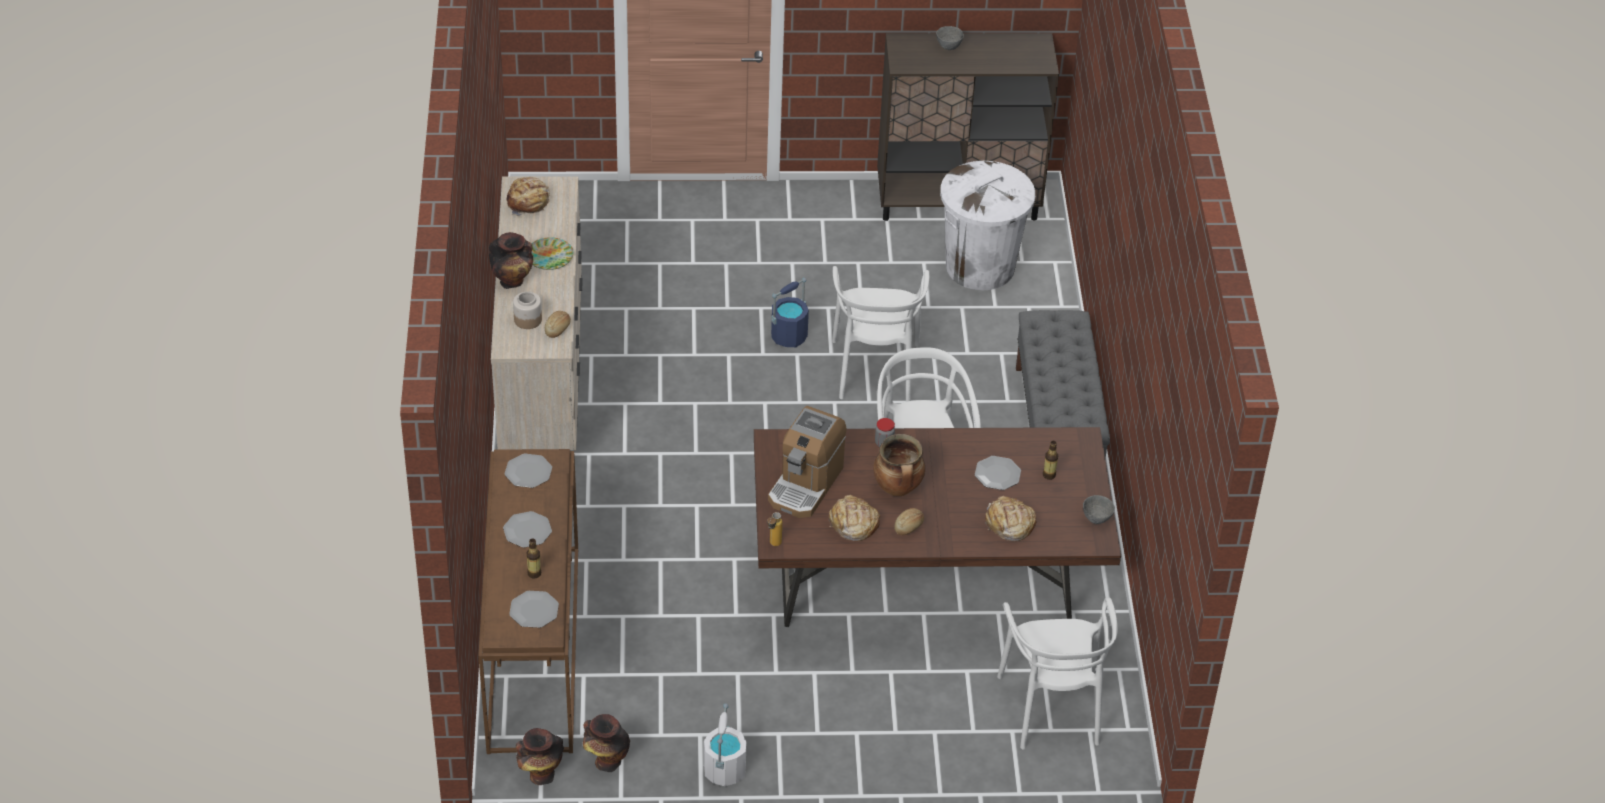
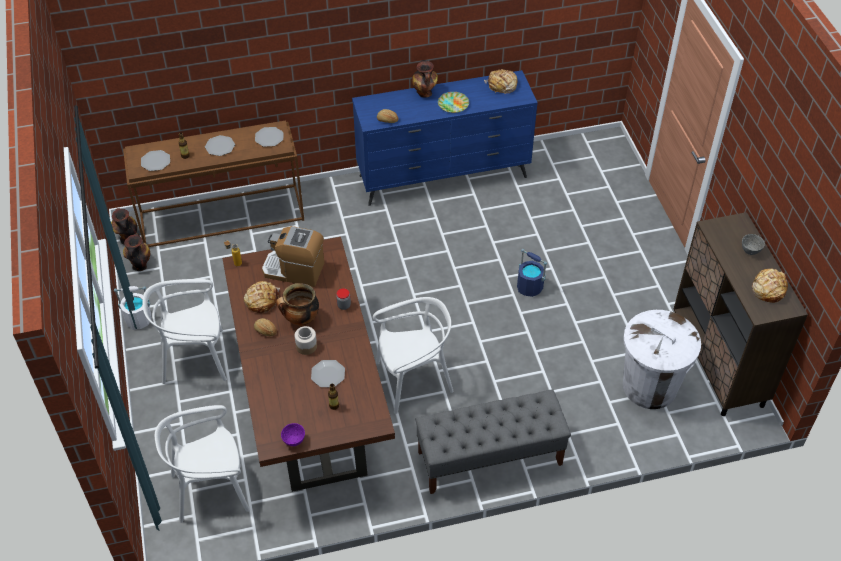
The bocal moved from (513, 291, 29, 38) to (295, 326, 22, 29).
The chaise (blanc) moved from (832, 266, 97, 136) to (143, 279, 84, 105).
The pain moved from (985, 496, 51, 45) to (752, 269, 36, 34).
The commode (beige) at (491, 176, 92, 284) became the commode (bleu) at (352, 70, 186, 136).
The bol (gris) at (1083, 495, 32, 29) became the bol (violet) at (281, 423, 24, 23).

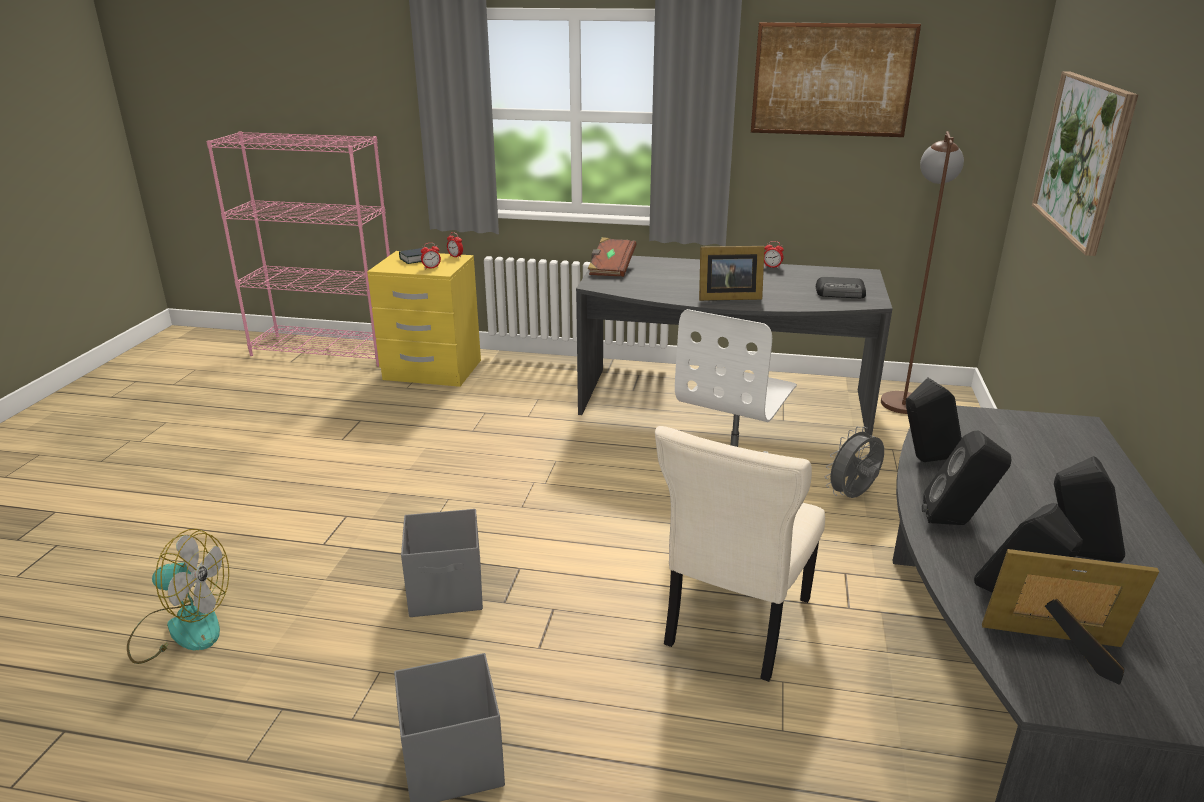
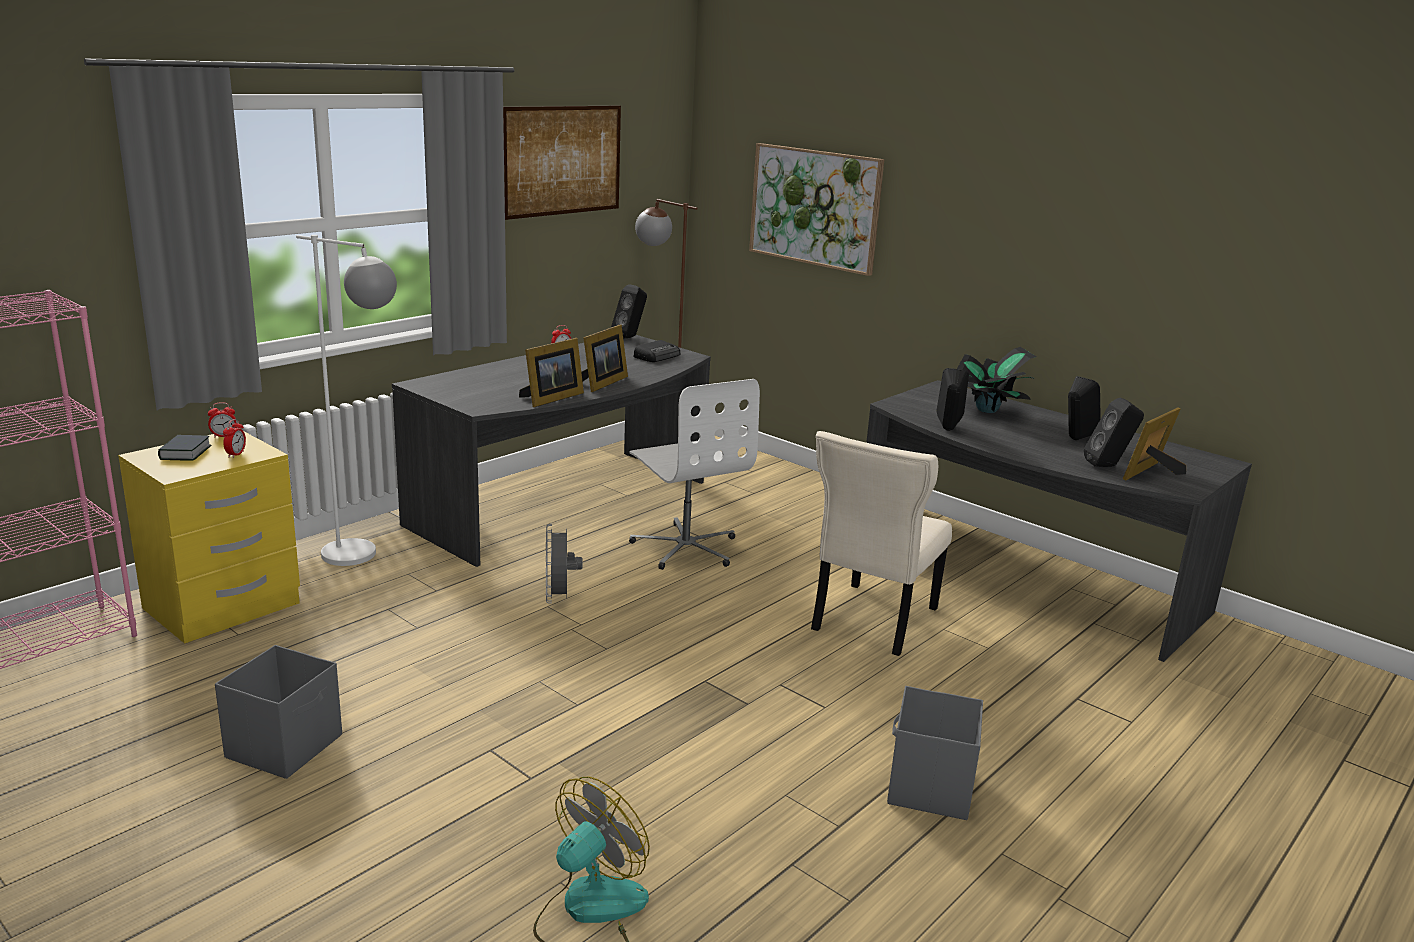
The livre (marron) at (588, 237, 48, 40) disappeared.
The lampadaire (blanc) at (296, 235, 101, 331) appeared.
The cadre photo at (519, 338, 65, 69) appeared.
The plante en pot at (957, 347, 80, 66) appeared.
The boîte de rangement (gris) moved from (401, 509, 82, 108) to (215, 645, 127, 134).
The ventilateur (gris) moved from (825, 426, 59, 72) to (546, 524, 37, 80).
The enceinte (noir) moved from (922, 430, 89, 95) to (611, 284, 36, 54).
The chaise (beige) at (655, 426, 170, 256) turned 60 degrees clockwise.

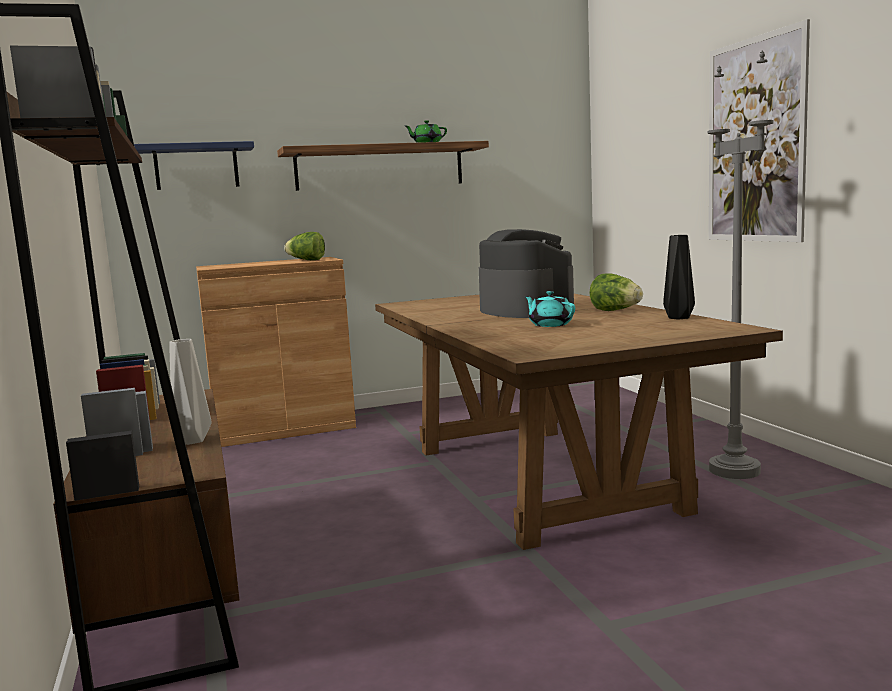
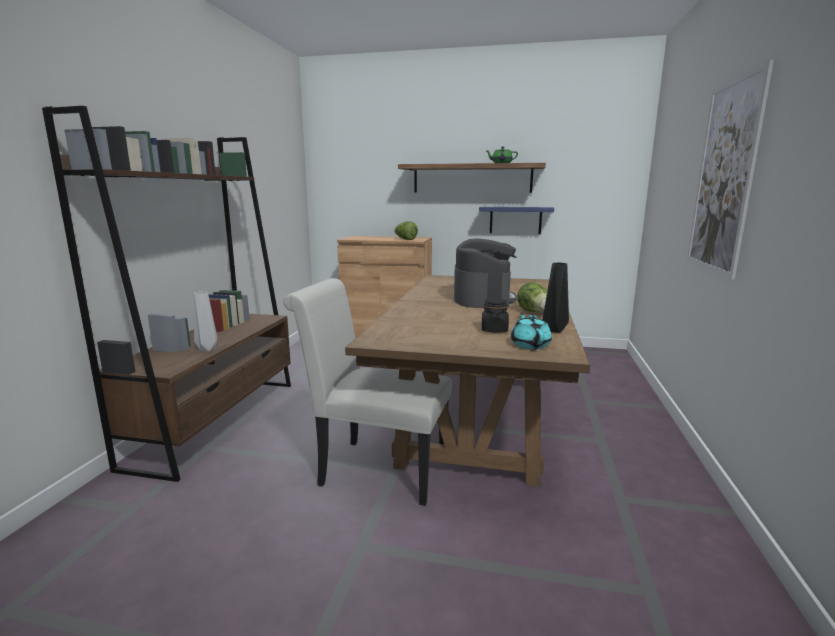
The lampadaire (gris) at (708, 51, 66, 428) disappeared.
The chaise (blanc) at (283, 278, 169, 228) appeared.
The bocal (noir) at (482, 298, 27, 35) appeared.
The étagère (bleu) moved from (134, 141, 120, 49) to (479, 207, 75, 27).
The théière (turquoise) moved from (525, 291, 50, 36) to (511, 313, 41, 36).

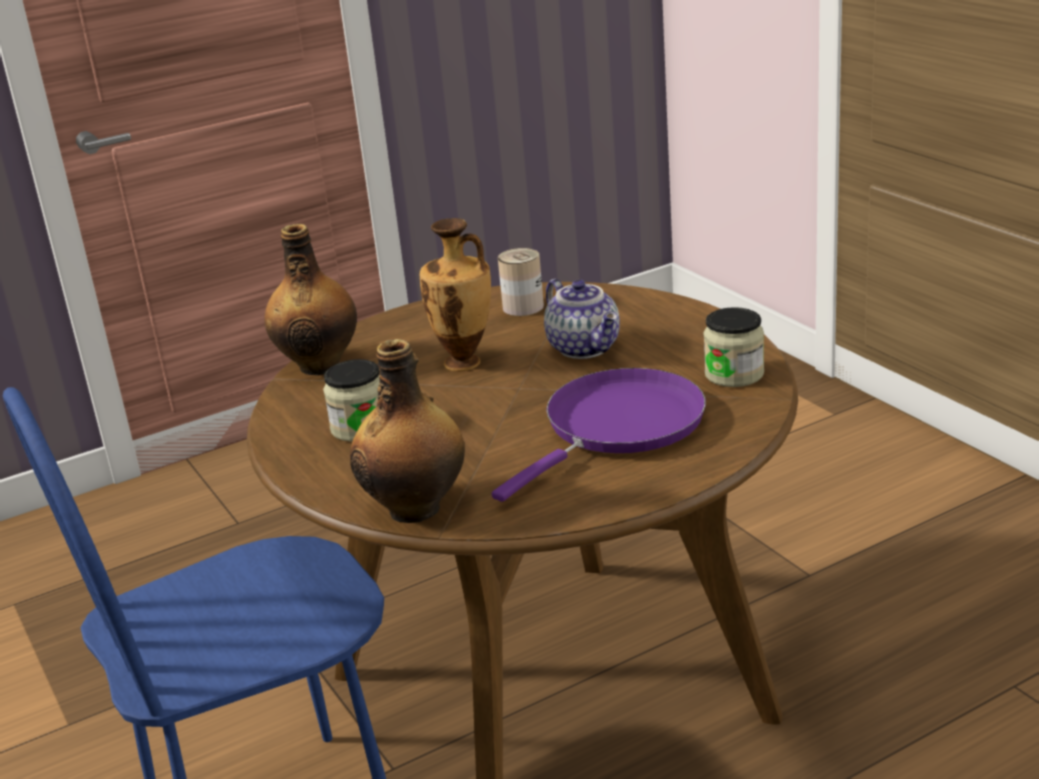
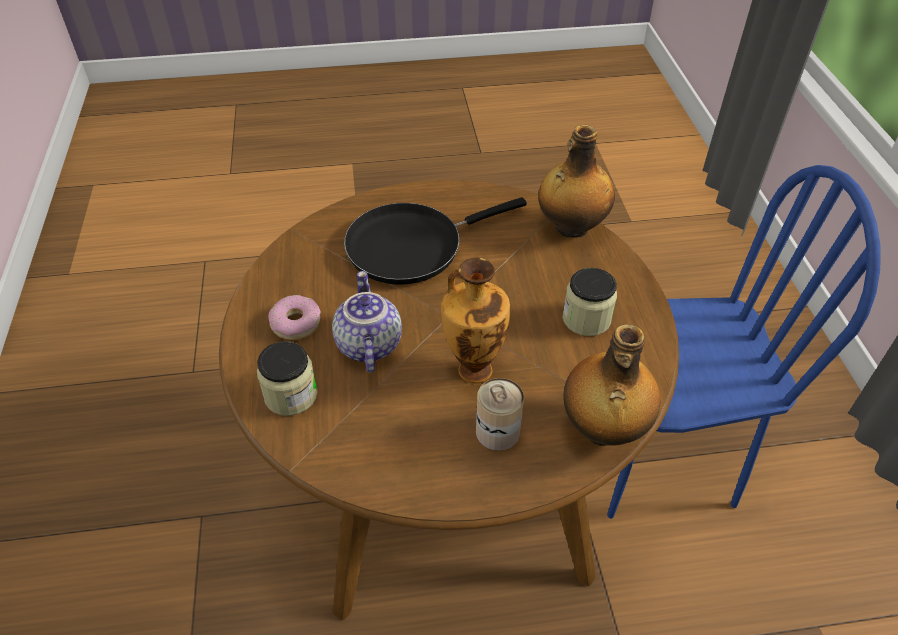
The beignet at (268, 295, 53, 45) appeared.
The boîte métallique moved from (498, 248, 46, 68) to (476, 378, 48, 73).
The bocal moved from (703, 307, 61, 80) to (257, 341, 60, 75).
The poêle (violet) at (492, 368, 214, 134) became the poêle (noir) at (344, 197, 183, 88).

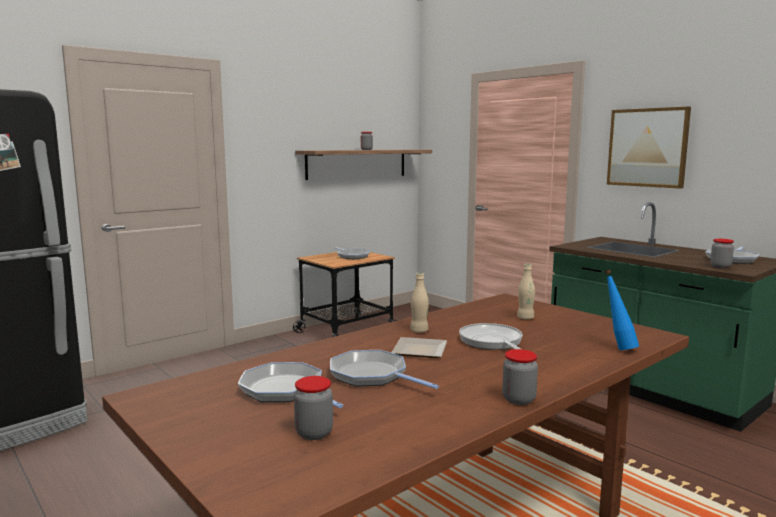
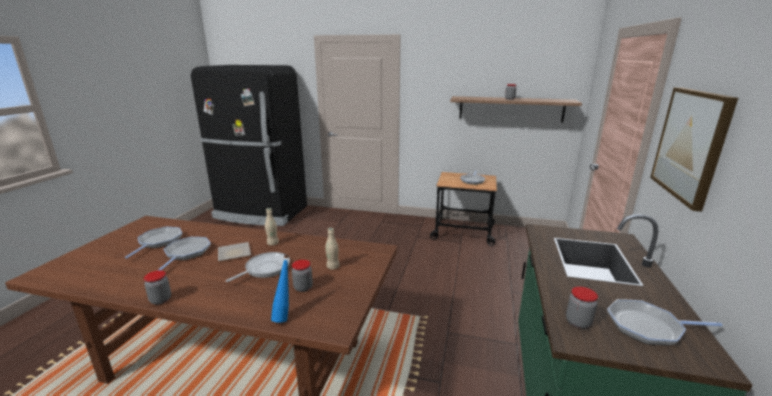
The bocal moved from (294, 376, 39, 64) to (292, 260, 21, 32).

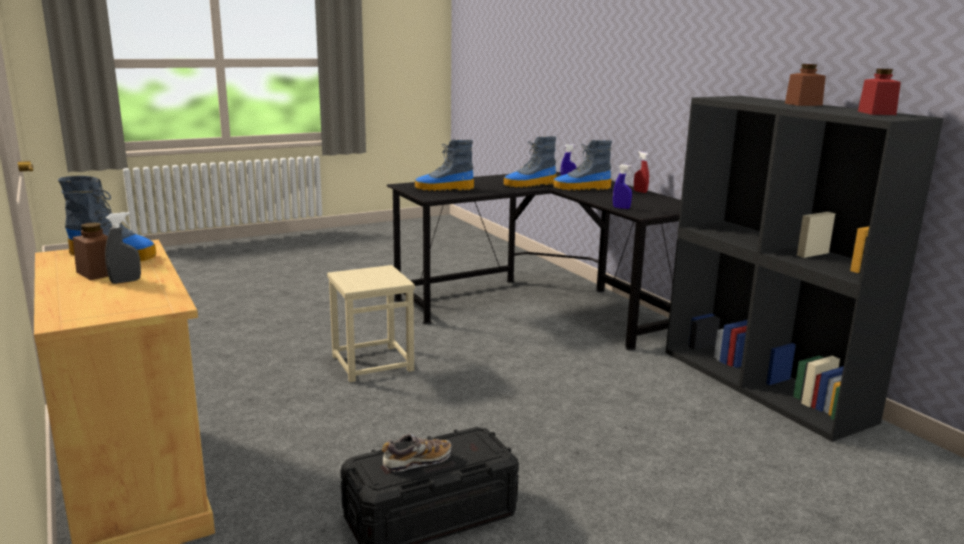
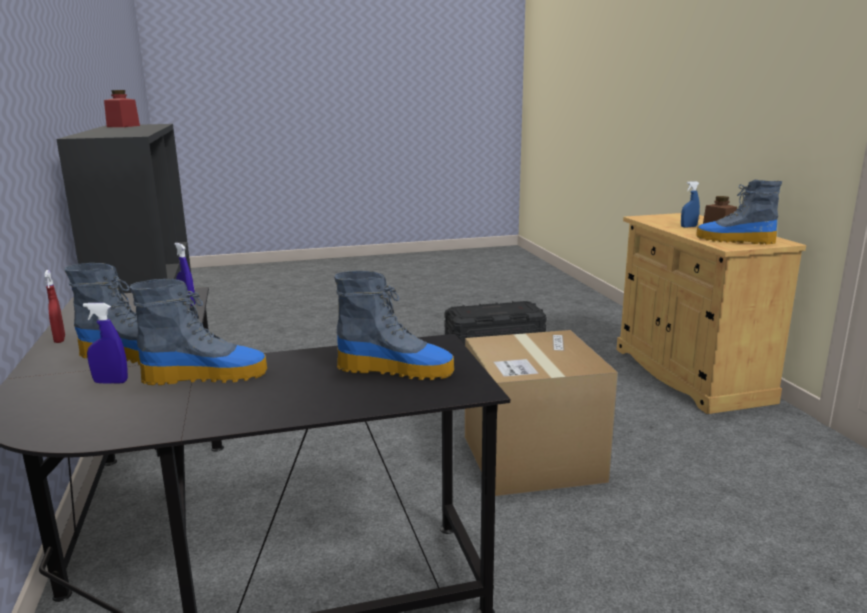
The chaussure at (382, 433, 70, 39) disappeared.
The bocal (marron) at (785, 64, 41, 42) disappeared.
The tabouret (beige) at (327, 265, 88, 117) was replaced by the carton at (465, 330, 153, 166).
The vaporisateur (gris) at (105, 212, 36, 72) became the vaporisateur (bleu) at (681, 181, 19, 46).

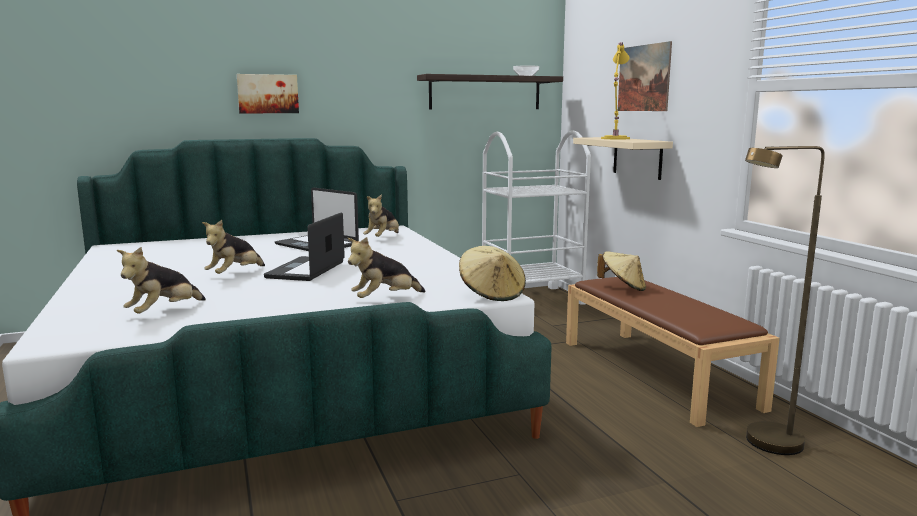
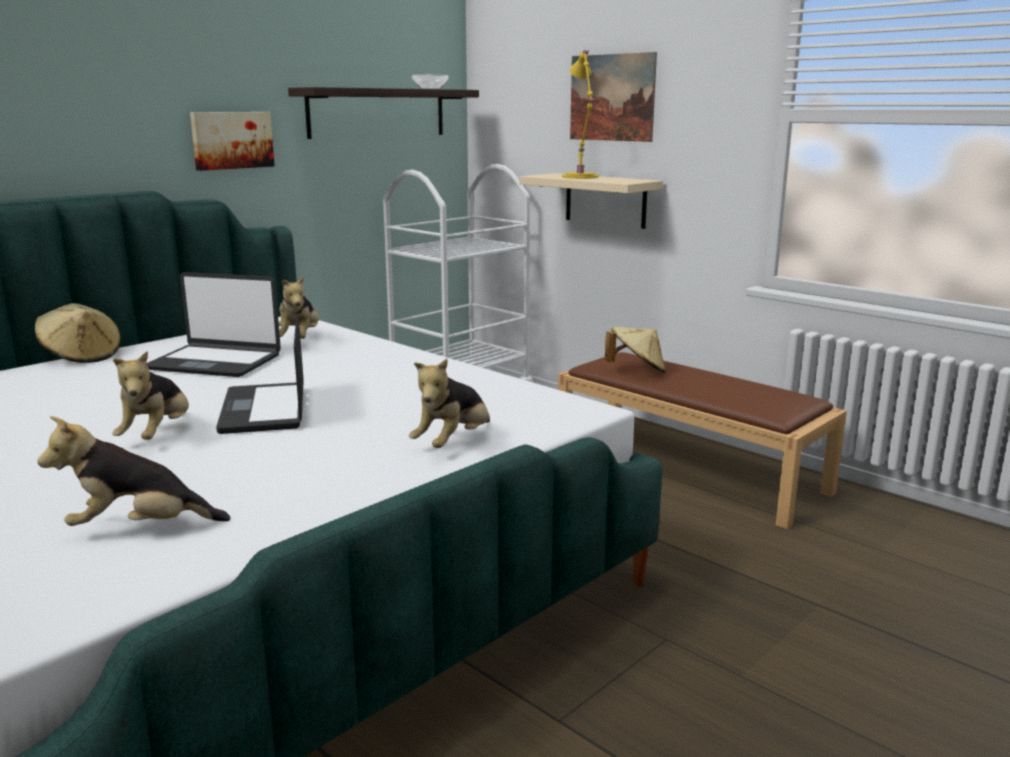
The lampadaire (marron) at (745, 146, 80, 309) disappeared.
The tableau moved from (237, 74, 62, 39) to (190, 112, 85, 59).
The chapeau (beige) moved from (459, 246, 67, 55) to (35, 303, 86, 60).
The peluche at (117, 247, 89, 67) turned 75 degrees clockwise.

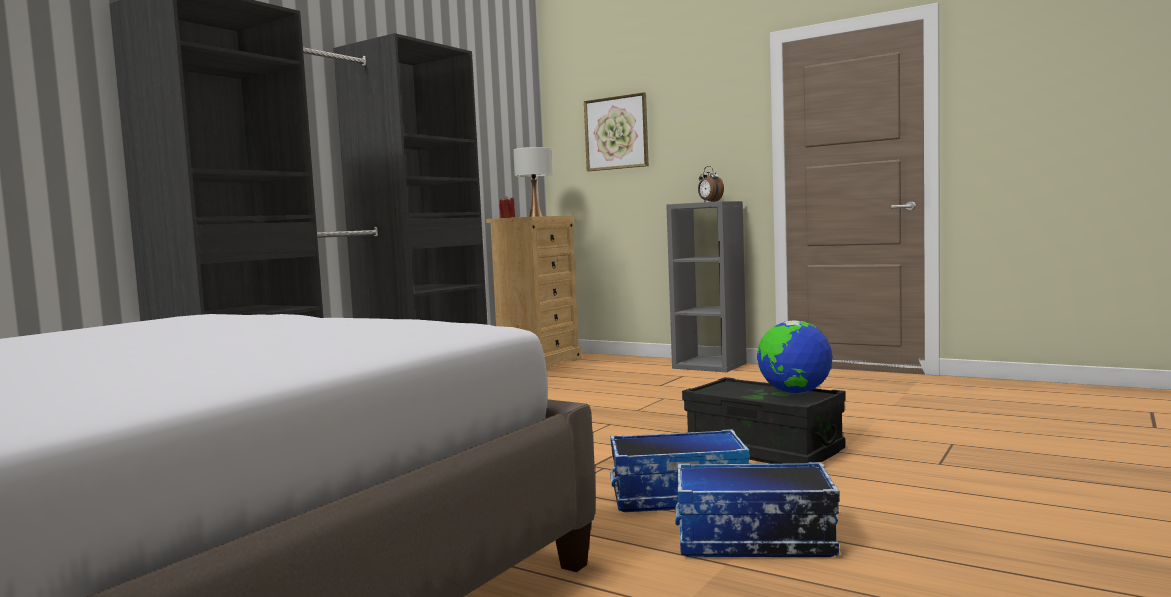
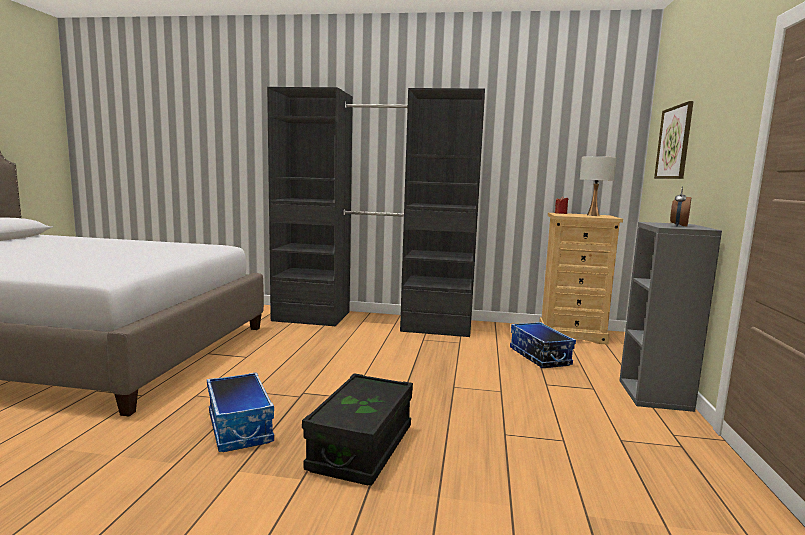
The globe at (757, 320, 76, 74) disappeared.
The boîte de rangement moved from (675, 462, 165, 95) to (510, 322, 66, 46).

